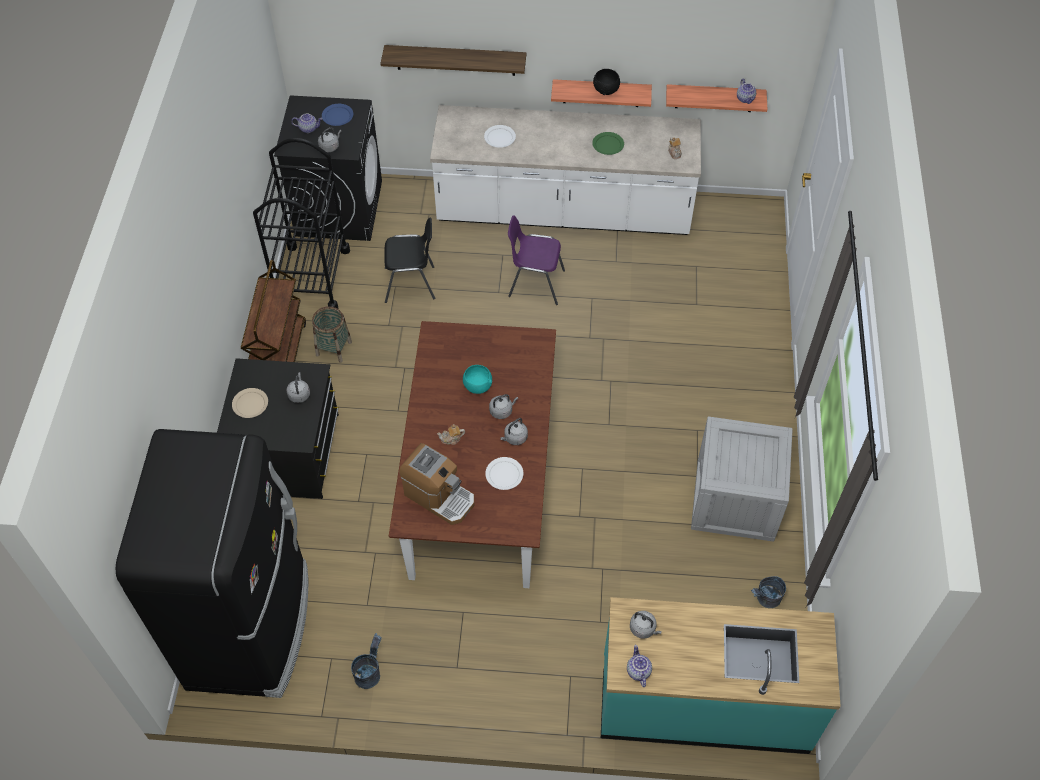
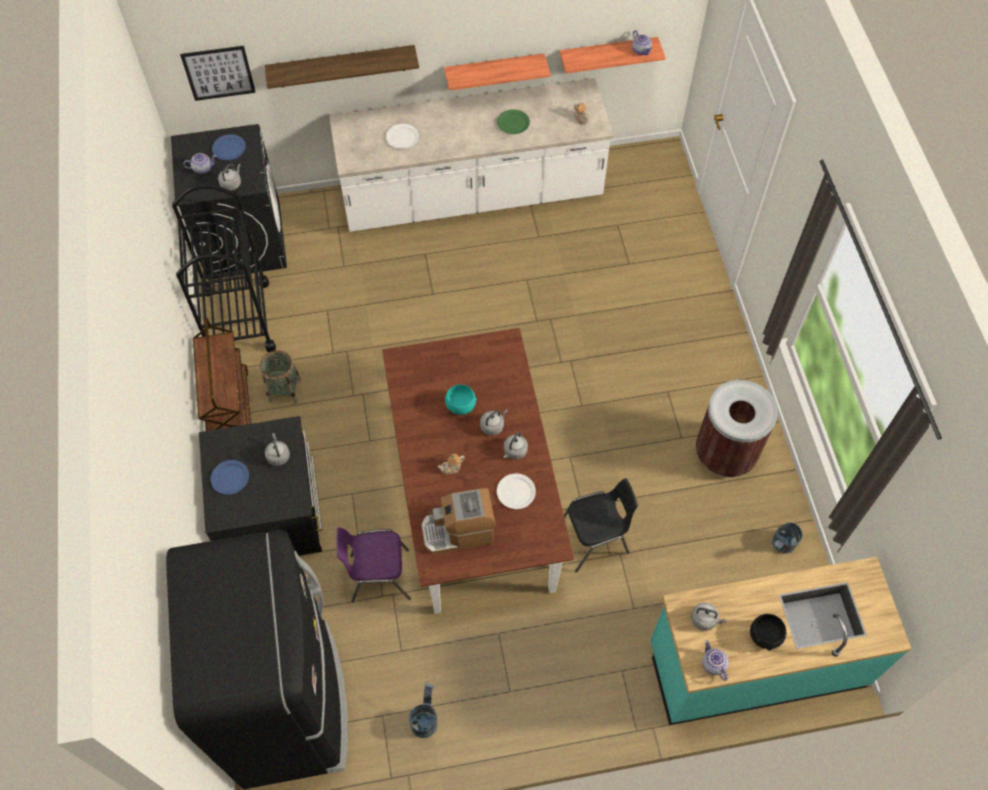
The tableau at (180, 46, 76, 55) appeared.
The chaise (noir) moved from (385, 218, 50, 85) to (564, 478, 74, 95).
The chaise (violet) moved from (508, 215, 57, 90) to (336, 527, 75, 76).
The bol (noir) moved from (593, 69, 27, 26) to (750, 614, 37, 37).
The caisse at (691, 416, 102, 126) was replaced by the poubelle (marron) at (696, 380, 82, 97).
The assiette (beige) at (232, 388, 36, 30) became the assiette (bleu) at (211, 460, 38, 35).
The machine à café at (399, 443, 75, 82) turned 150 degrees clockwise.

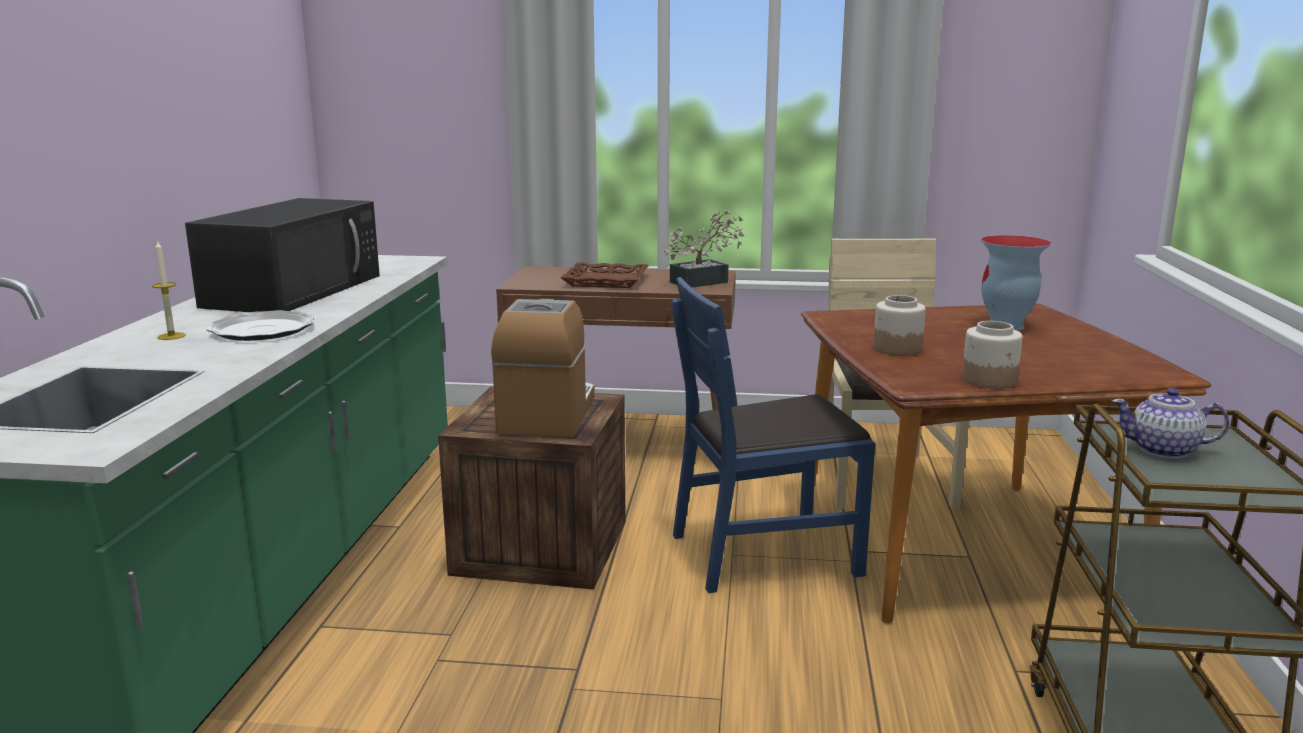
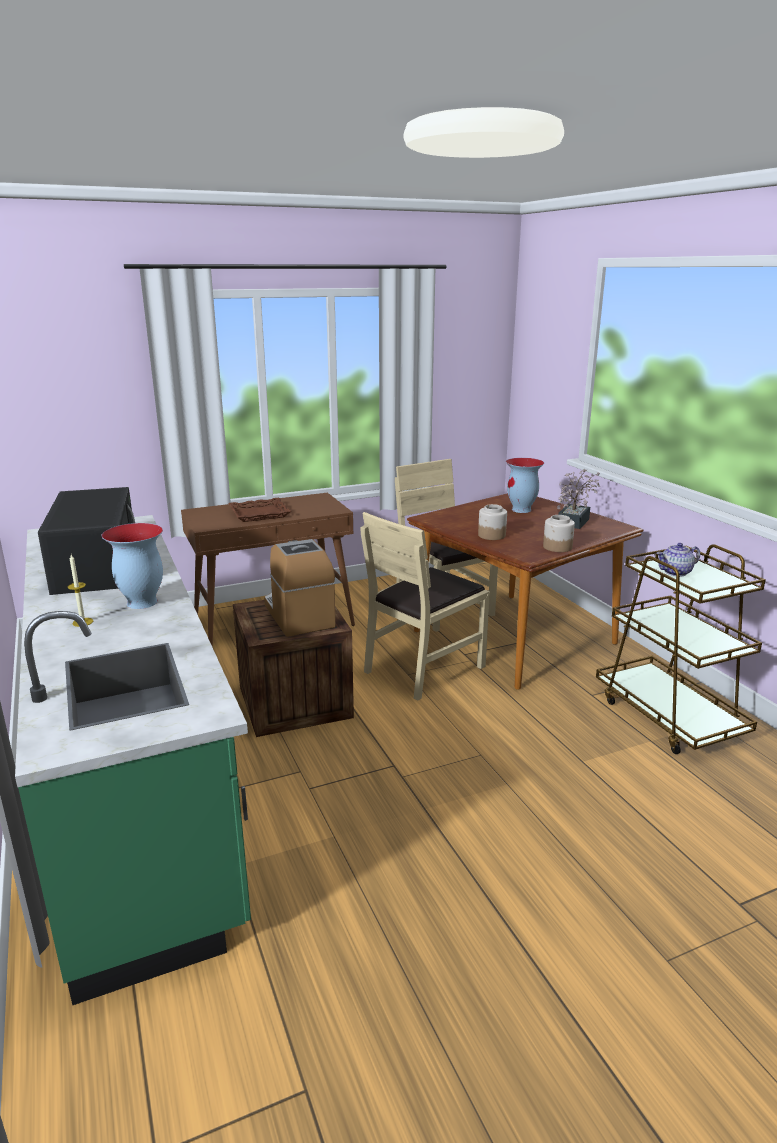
The plante en pot moved from (664, 210, 80, 78) to (557, 469, 44, 60).
The assiette at (206, 310, 109, 31) was replaced by the vase at (102, 523, 61, 86).
The chaise (bleu) at (672, 277, 203, 316) became the chaise (beige) at (361, 512, 129, 188).

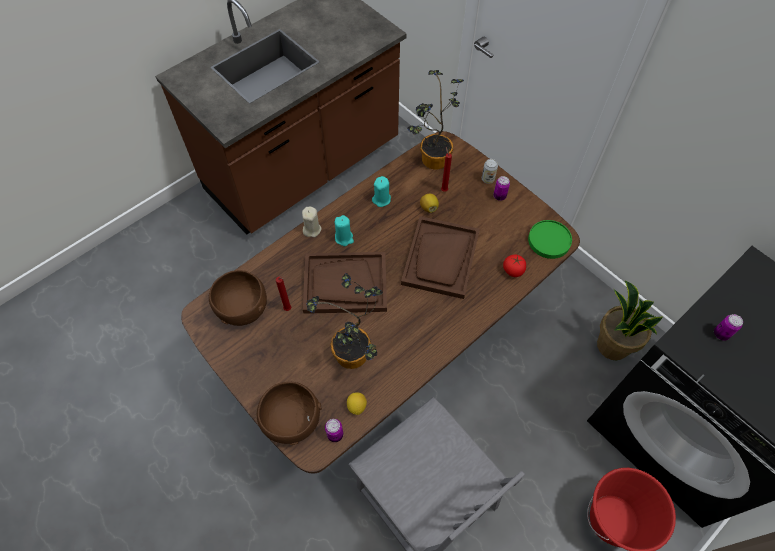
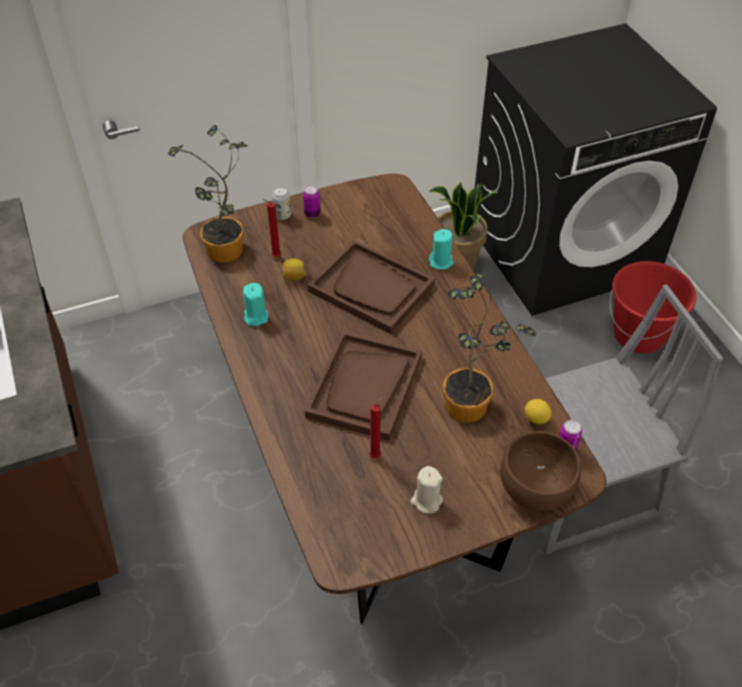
The bol (marron) at (209, 270, 58, 56) disappeared.
The tomate at (503, 254, 23, 23) disappeared.
The assiette (vert) at (528, 220, 44, 39) disappeared.
The boîte métallique at (714, 314, 29, 27) disappeared.
The bougie (beige) moved from (302, 207, 20, 30) to (410, 466, 33, 48).
The bougie (turquoise) moved from (335, 215, 19, 31) to (429, 229, 25, 41).

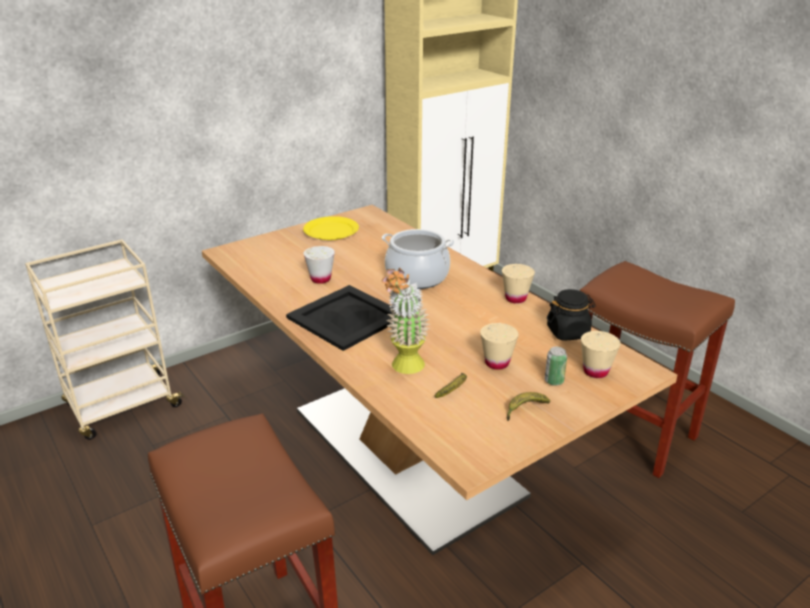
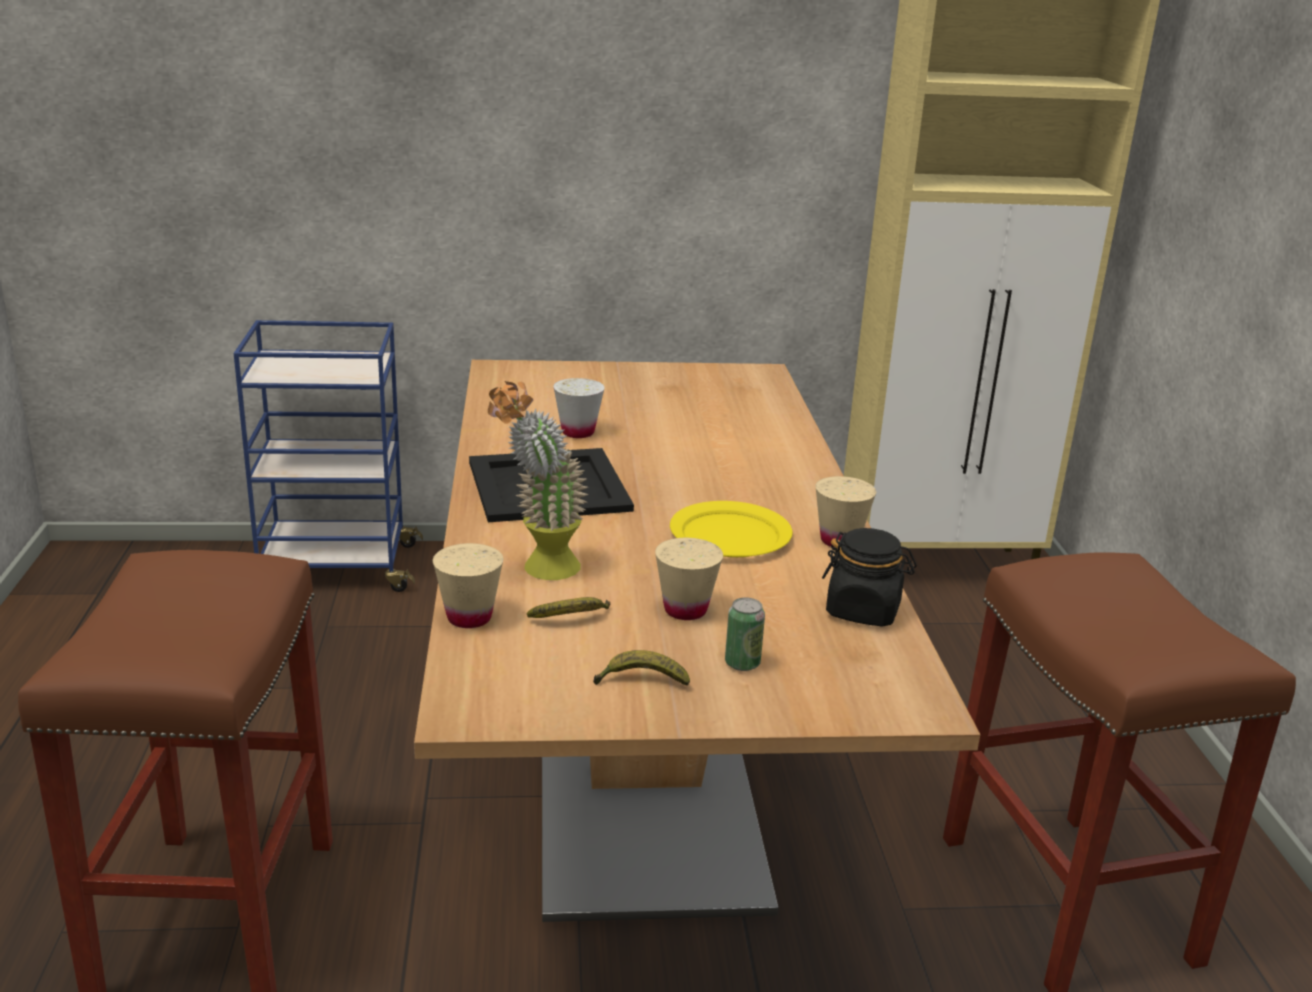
The marmite at (382, 229, 72, 60) disappeared.
The assiette (jaune) moved from (303, 216, 56, 24) to (670, 501, 123, 56).
The tasse (beige) moved from (581, 331, 40, 47) to (433, 543, 70, 85).
The chariot (beige) at (25, 239, 161, 201) became the chariot (bleu) at (234, 320, 189, 272).

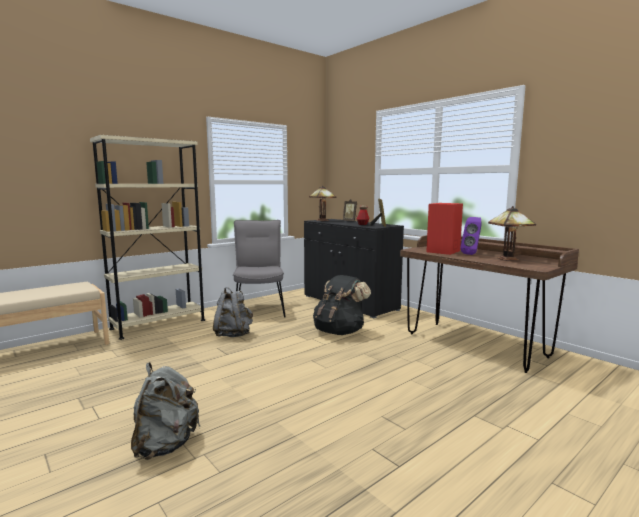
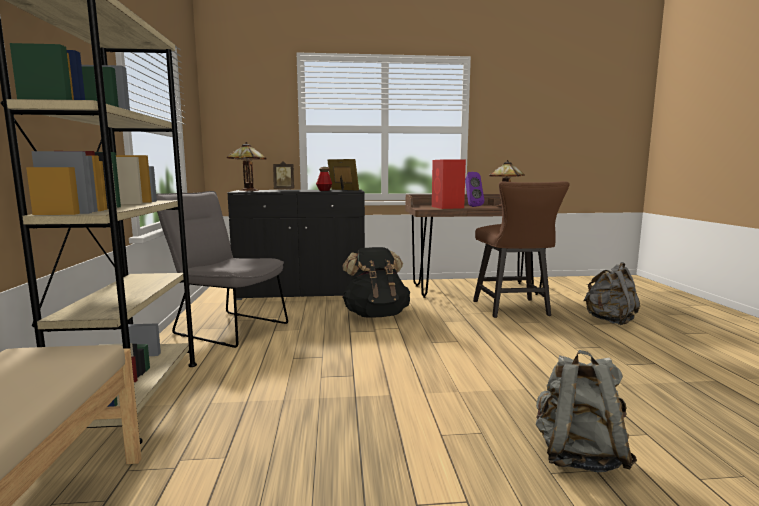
The chaise (marron) at (473, 181, 97, 137) appeared.
The sac à dos (gris) moved from (213, 287, 40, 50) to (583, 262, 57, 63).

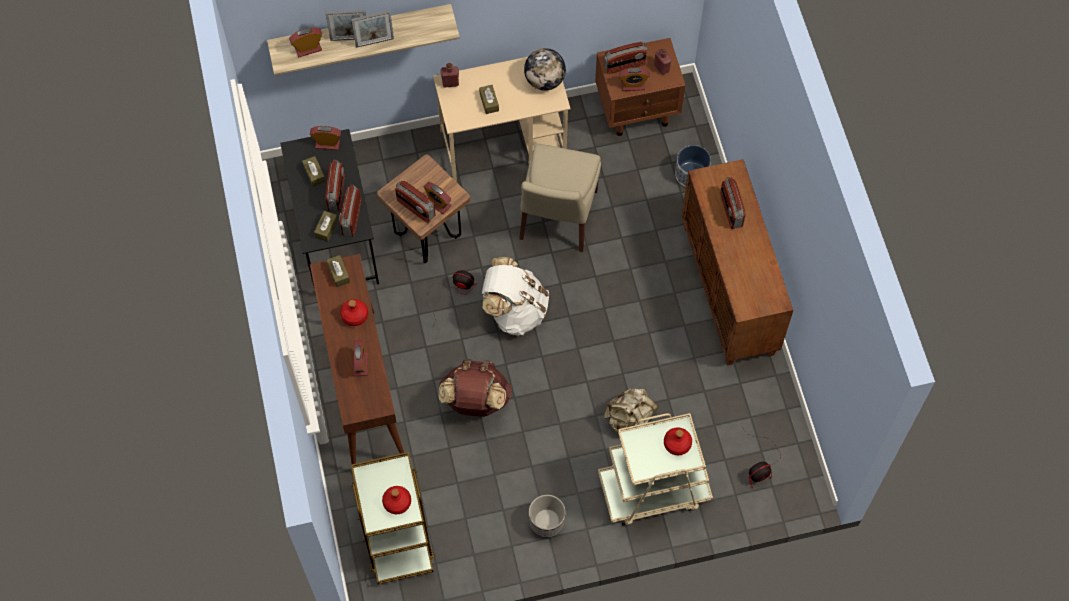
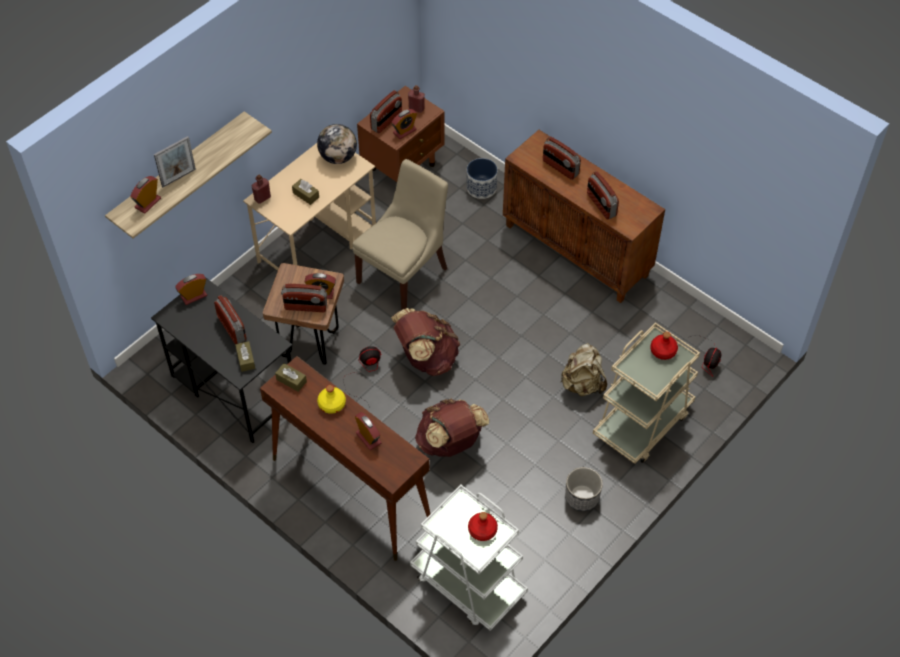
The boîte à mouchoirs (marron) at (302, 156, 24, 31) disappeared.
The cadre photo at (351, 10, 43, 38) disappeared.
The radio moved from (339, 185, 22, 52) to (587, 171, 32, 49).
The bouteille (rouge) at (340, 299, 28, 27) became the bouteille (jaune) at (317, 385, 29, 29).
The chariot (marron) at (351, 452, 83, 133) became the chariot (blanc) at (410, 484, 118, 147).
The sac à dos (blanc) at (482, 257, 67, 79) became the sac à dos (marron) at (391, 308, 69, 68).
The chaise (beige) at (519, 144, 82, 108) turned 120 degrees counterclockwise.

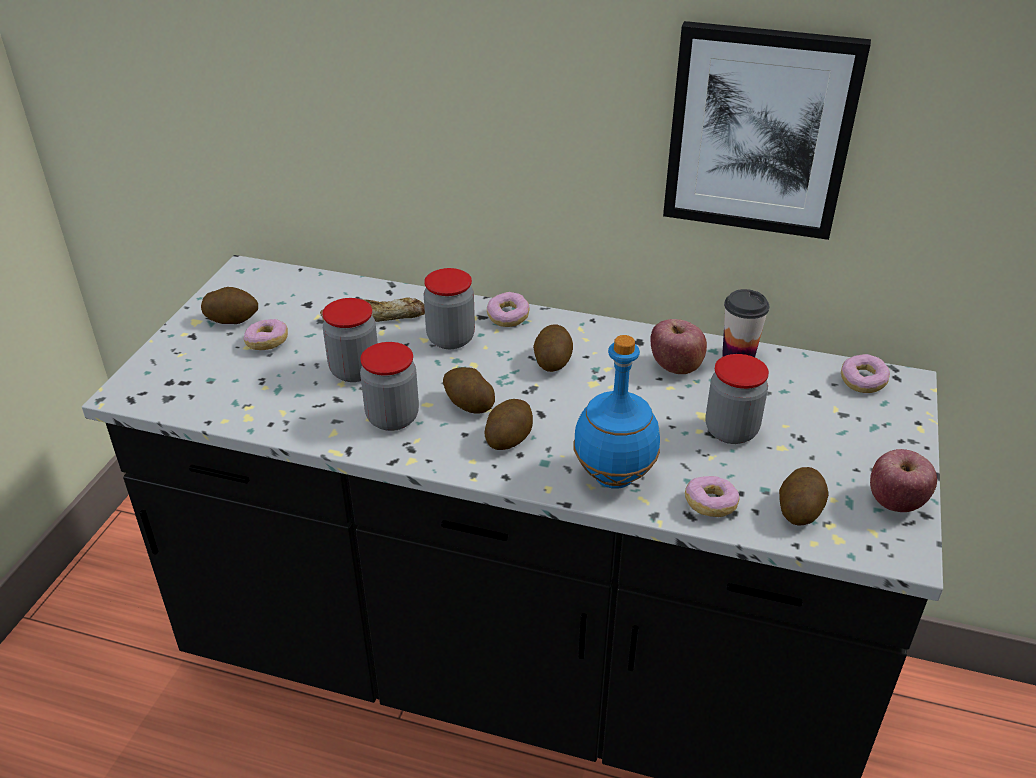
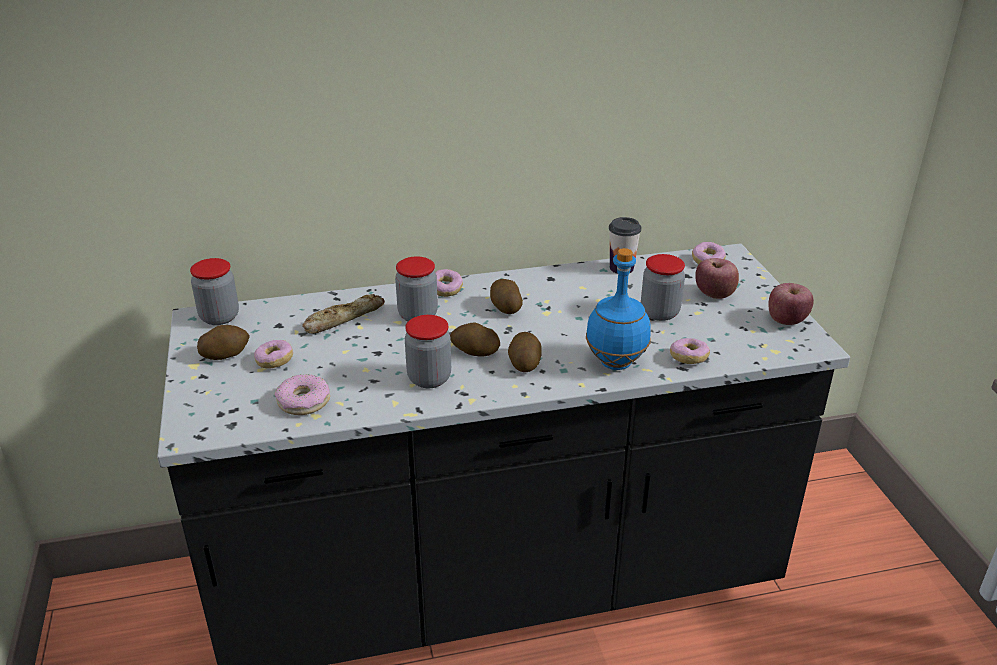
The tableau at (663, 21, 208, 219) disappeared.
The pomme de terre at (779, 467, 49, 59) disappeared.
The beignet at (275, 374, 55, 41) appeared.
The bocal moved from (323, 298, 55, 84) to (190, 258, 49, 67).
The pomme moved from (650, 319, 57, 55) to (695, 258, 44, 41).

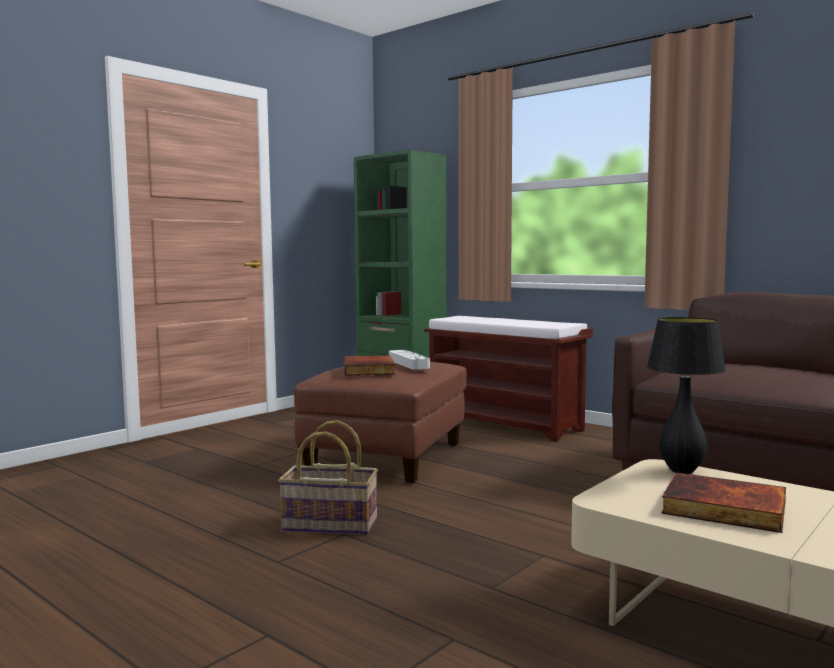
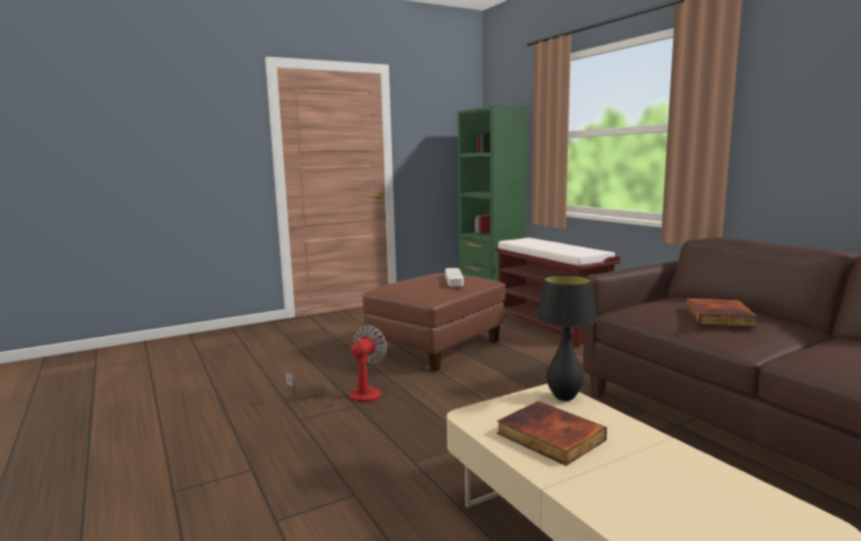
The livre moved from (344, 355, 51, 21) to (686, 298, 72, 29).
The panier at (278, 420, 100, 115) was replaced by the ventilateur at (285, 325, 102, 81).

